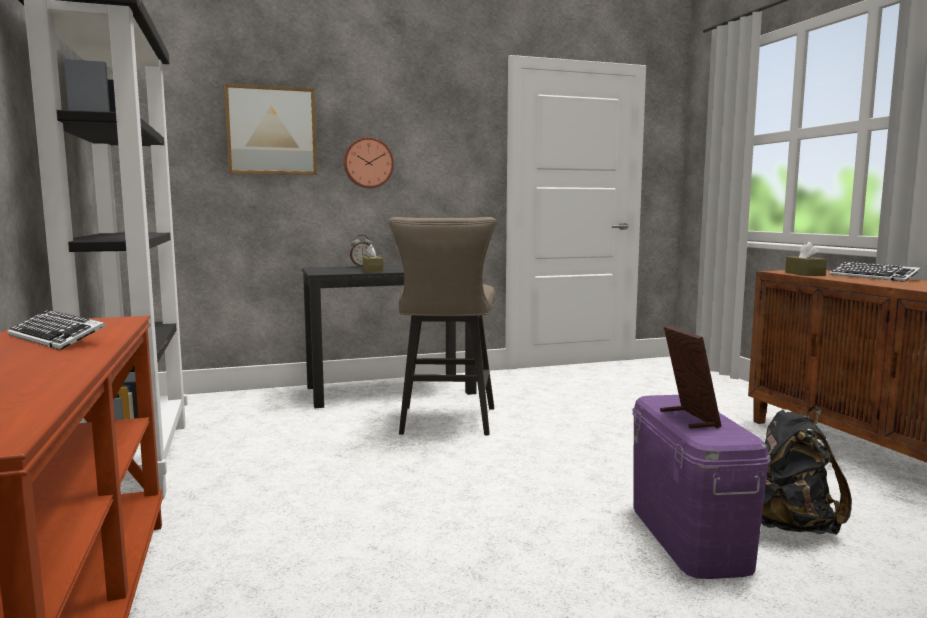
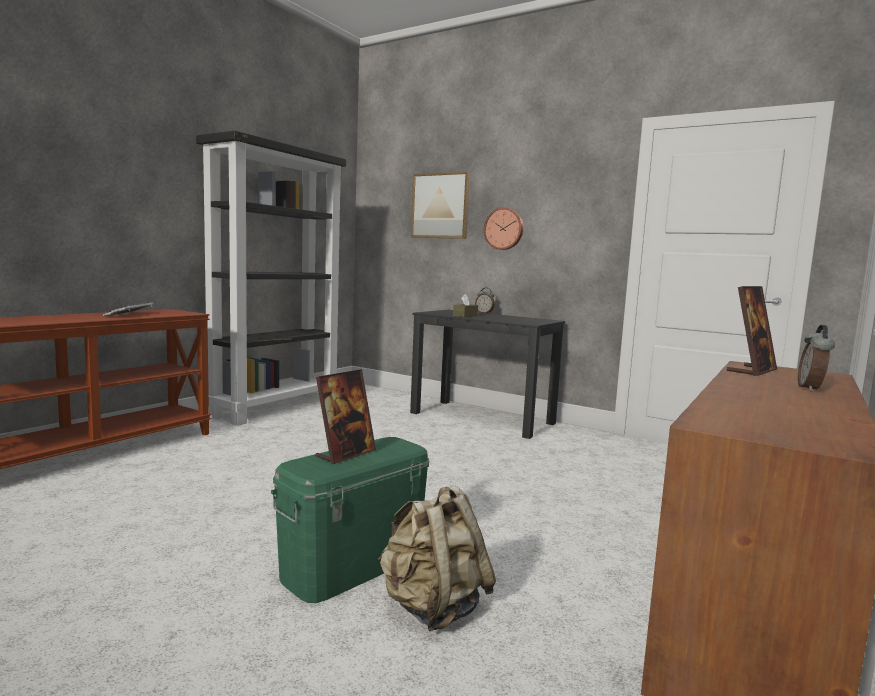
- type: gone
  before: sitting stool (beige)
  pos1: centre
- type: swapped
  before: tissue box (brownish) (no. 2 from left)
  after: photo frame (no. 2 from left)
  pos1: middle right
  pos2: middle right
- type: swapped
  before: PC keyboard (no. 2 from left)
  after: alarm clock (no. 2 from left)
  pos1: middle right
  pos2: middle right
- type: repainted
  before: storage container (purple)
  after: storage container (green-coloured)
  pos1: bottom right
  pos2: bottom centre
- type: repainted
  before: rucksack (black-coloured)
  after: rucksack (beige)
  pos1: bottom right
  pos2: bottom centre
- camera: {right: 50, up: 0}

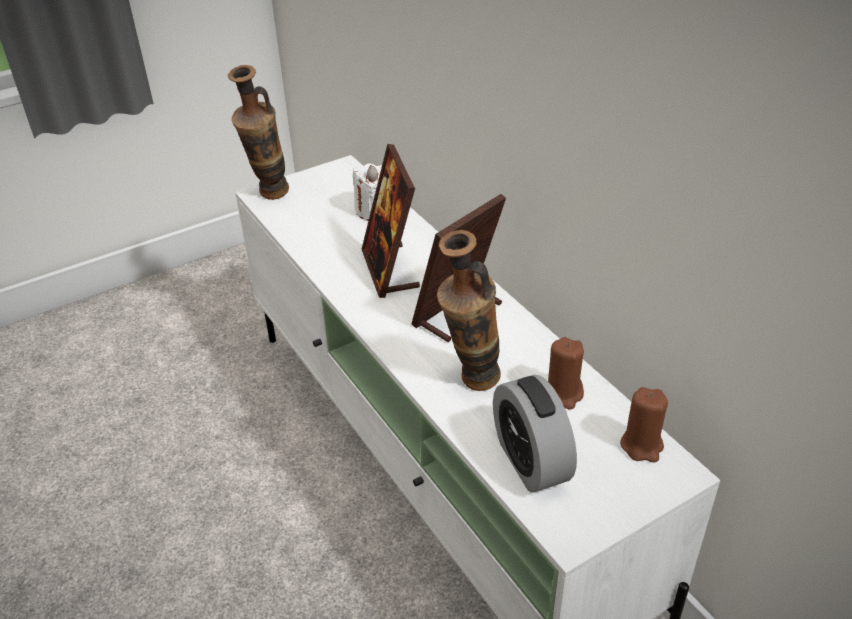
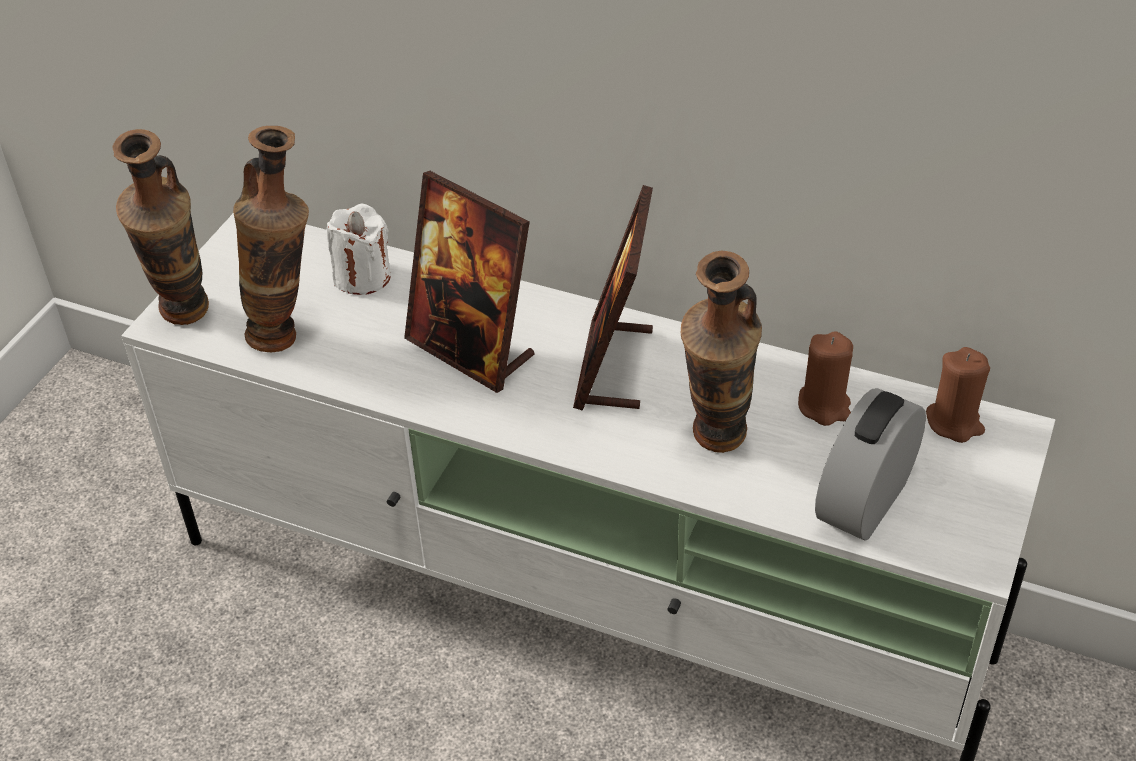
- type: rotated
  before: alarm clock
  pos1: bottom centre
  pos2: middle right
  turn: 90
- type: new
  after: flower vase (no. 2 from left)
  pos2: top left
- camera: {right: -35, up: 5}

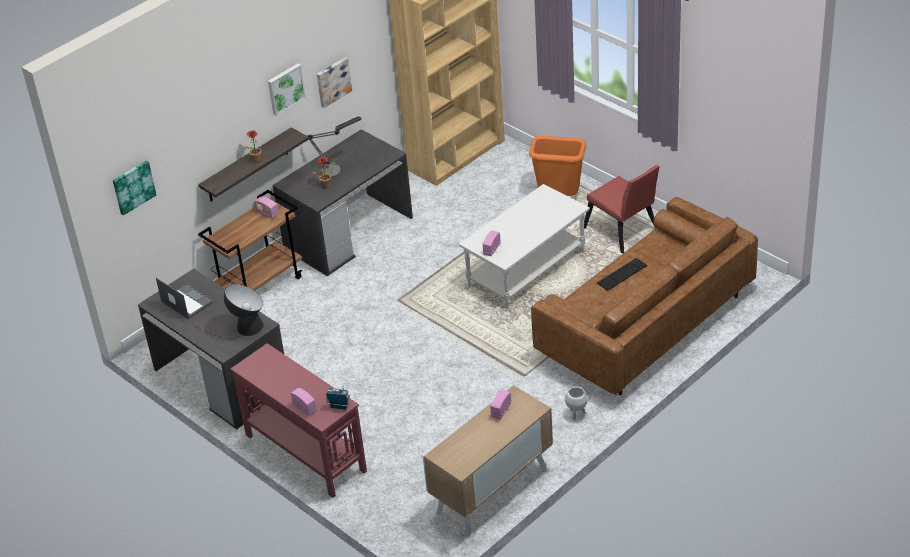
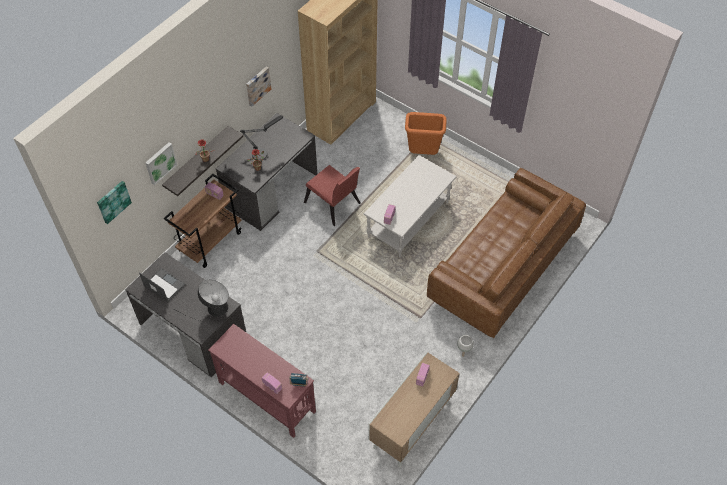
- type: shifted
  before: picture (no. 2 from left)
  pos1: top left
  pos2: middle left
- type: shifted
  before: plain chair (red-coloured)
  pos1: middle right
  pos2: centre
- type: gone
  before: PC keyboard
  pos1: middle right
- camera: {right: -10, up: 15}

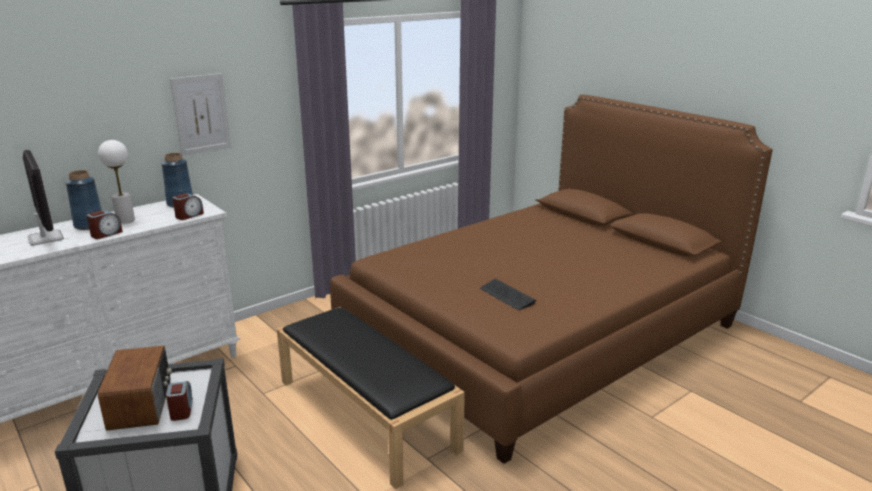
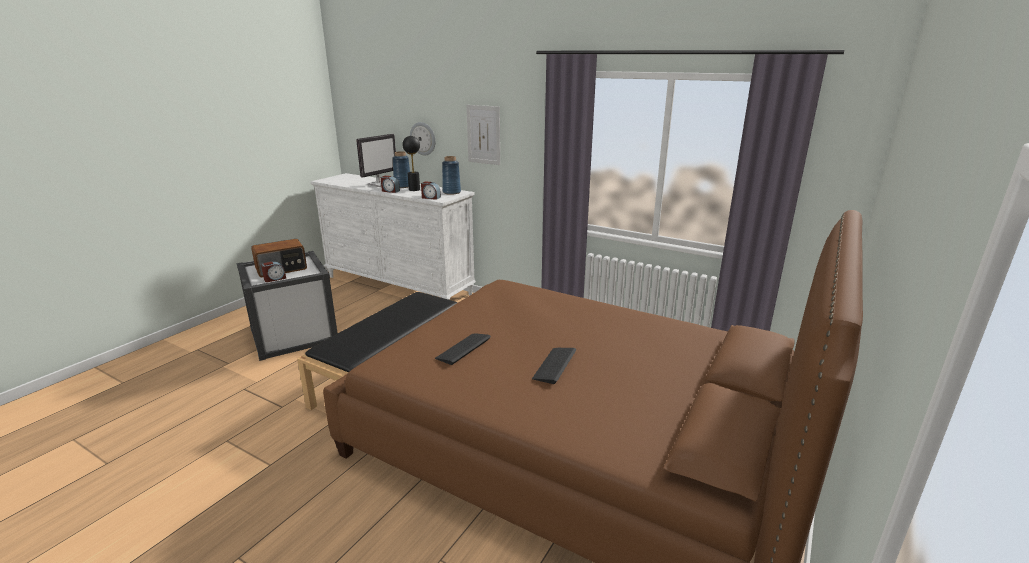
- type: repainted
  before: lamp for a table (whitish)
  after: lamp for a table (black-coloured)
  pos1: middle left
  pos2: top centre
- type: new
  after: clock on the wall
  pos2: top centre
- type: new
  after: PC keyboard (no. 2 from left)
  pos2: centre
- camera: {right: 70, up: 0}

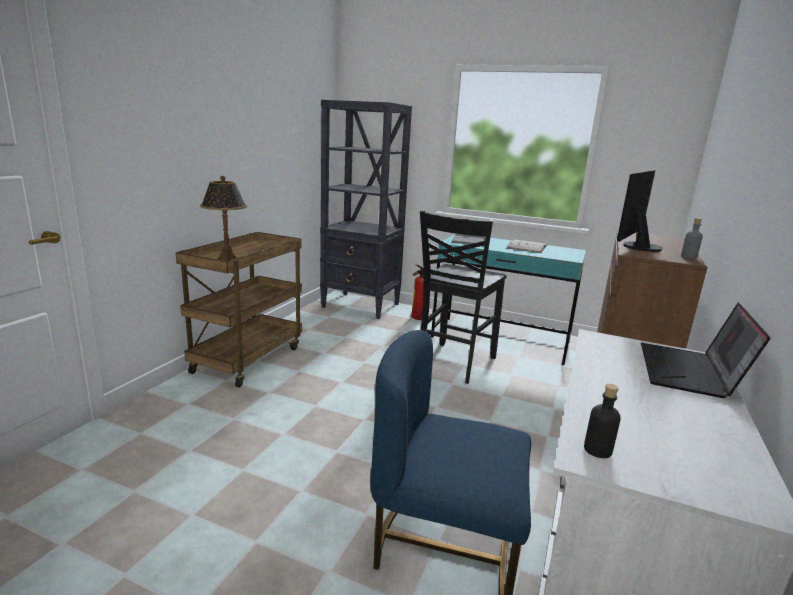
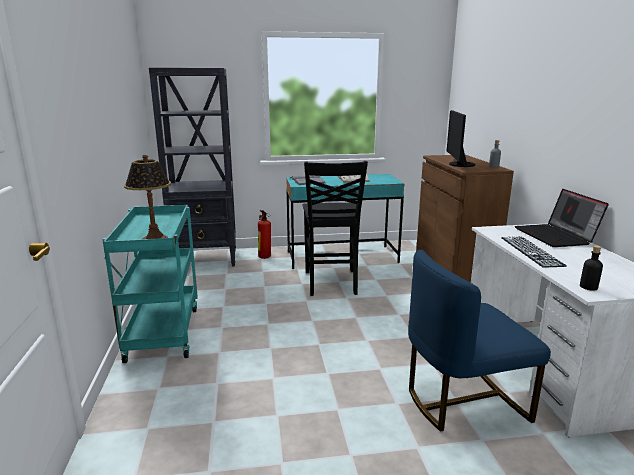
- type: repainted
  before: trolley (brownish)
  after: trolley (blue-green)
  pos1: middle left
  pos2: middle left
- type: new
  after: PC keyboard
  pos2: middle right
- camera: {right: -30, up: 0}

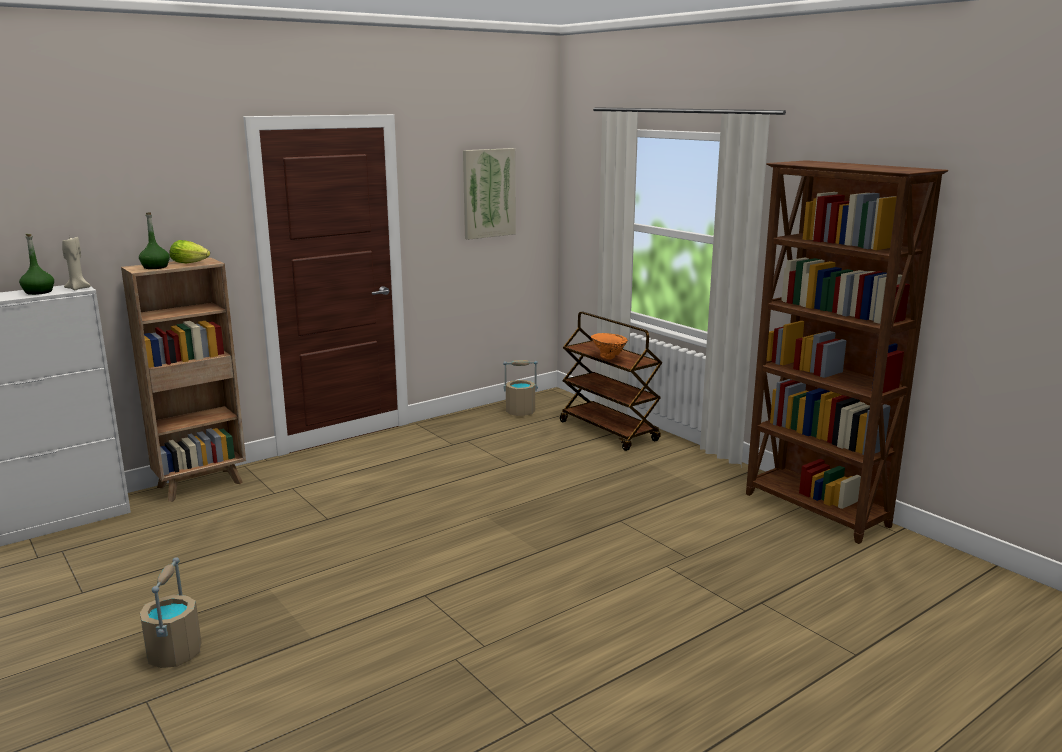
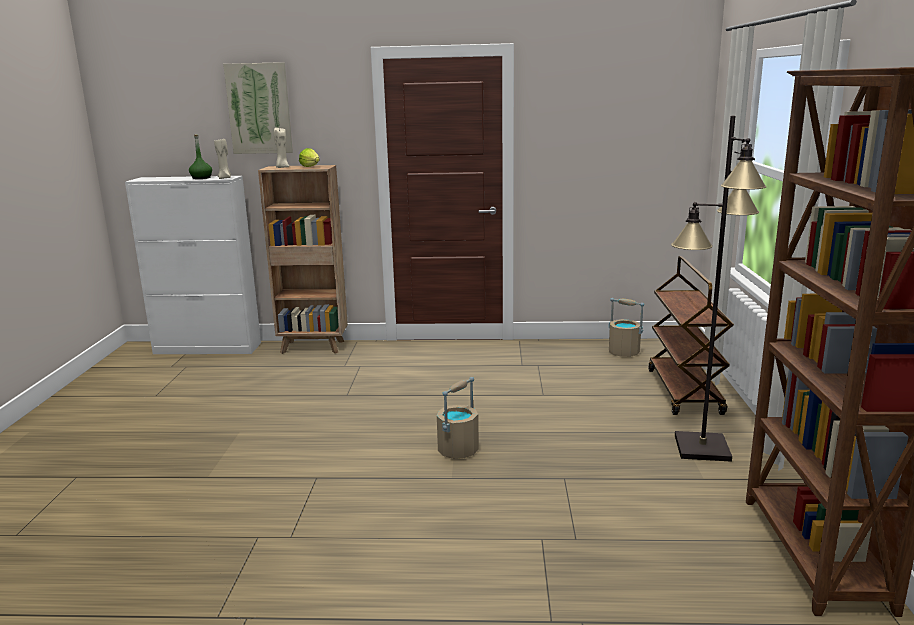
- type: shifted
  before: picture
  pos1: top centre
  pos2: top left
- type: swapped
  before: drink bottle (green-coloured) (no. 2 from left)
  after: wax light (beige) (no. 2 from left)
  pos1: top left
  pos2: top left
- type: gone
  before: flower vase (orange)
  pos1: centre
- type: shifted
  before: water bucket (beige) (no. 1 from left)
  pos1: bottom left
  pos2: bottom centre
- type: new
  after: standard lamp (black-coloured)
  pos2: middle right
- camera: {right: 40, up: 0}

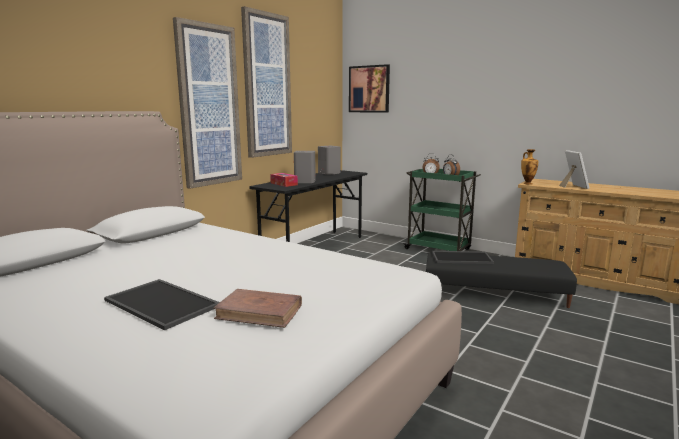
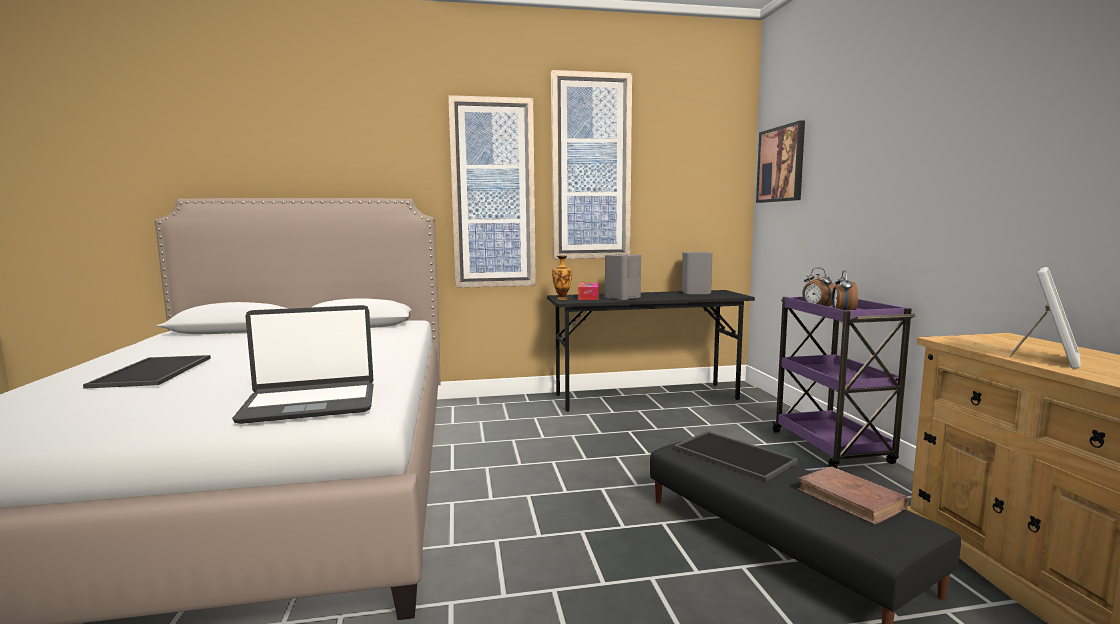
- type: shifted
  before: flower vase
  pos1: middle right
  pos2: centre
- type: repainted
  before: trolley (green-coloured)
  after: trolley (purple)
  pos1: centre
  pos2: middle right
- type: shifted
  before: book (brownish)
  pos1: bottom centre
  pos2: bottom right
- type: new
  after: portable computer
  pos2: middle left
- camera: {right: 45, up: -5}

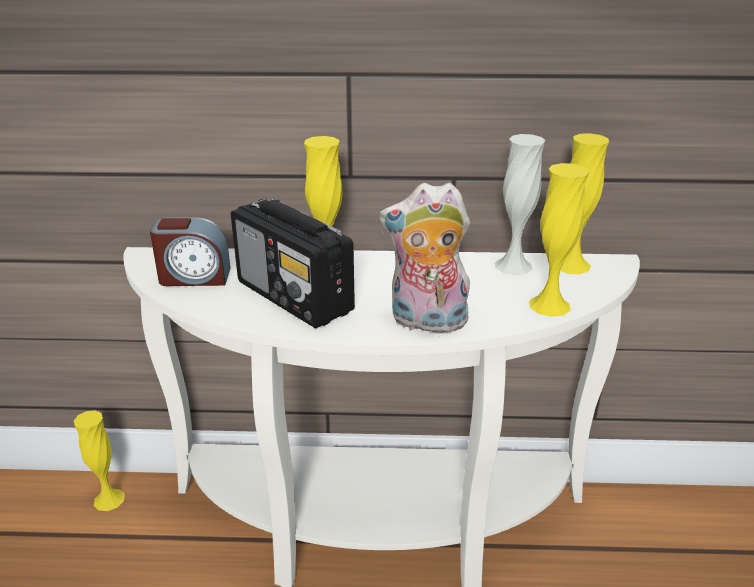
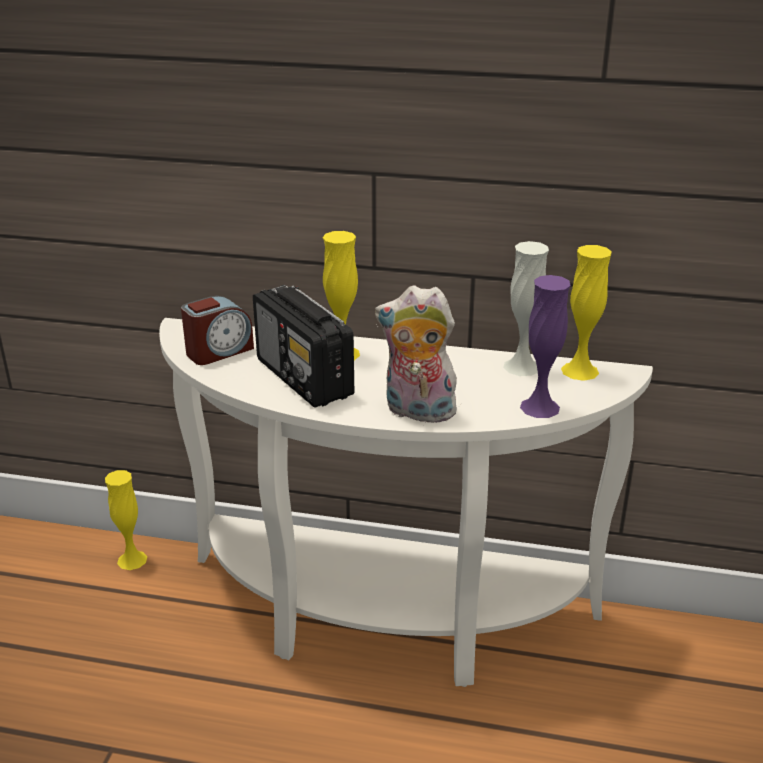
- type: repainted
  before: flower vase (yellowish) (no. 3 from left)
  after: flower vase (purple)
  pos1: middle right
  pos2: middle right
- type: rotated
  before: alarm clock
  pos1: middle left
  pos2: middle left
  turn: -45
- camera: {right: 10, up: 0}

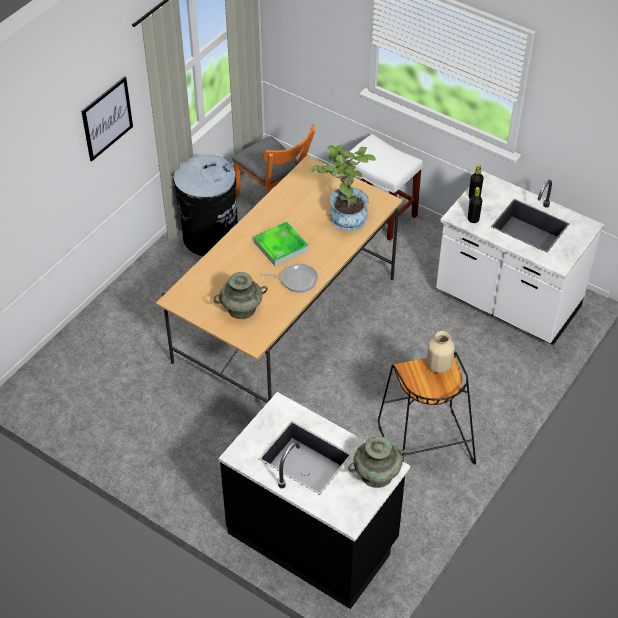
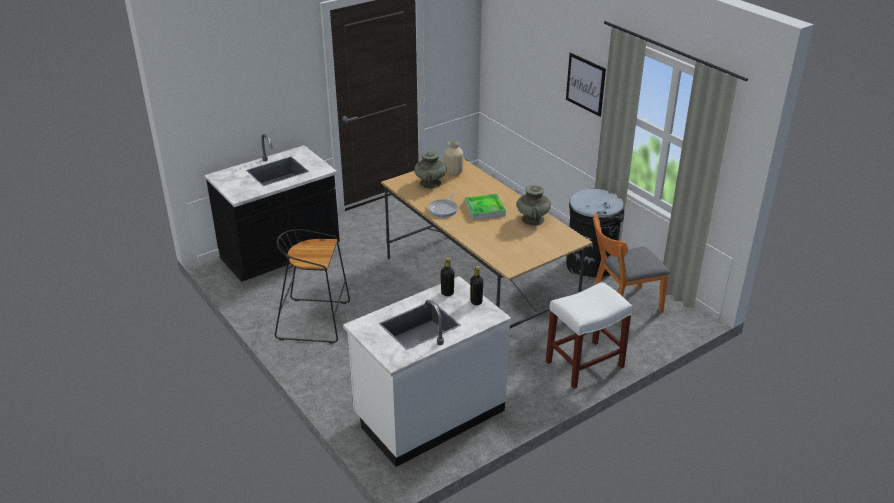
- type: gone
  before: potted plant
  pos1: top centre
- type: shifted
  before: flower vase (beige)
  pos1: middle right
  pos2: top centre
- type: shifted
  before: flower vase (blue-green) (no. 2 from left)
  pos1: bottom centre
  pos2: centre
- camera: {right: 110, up: -15}

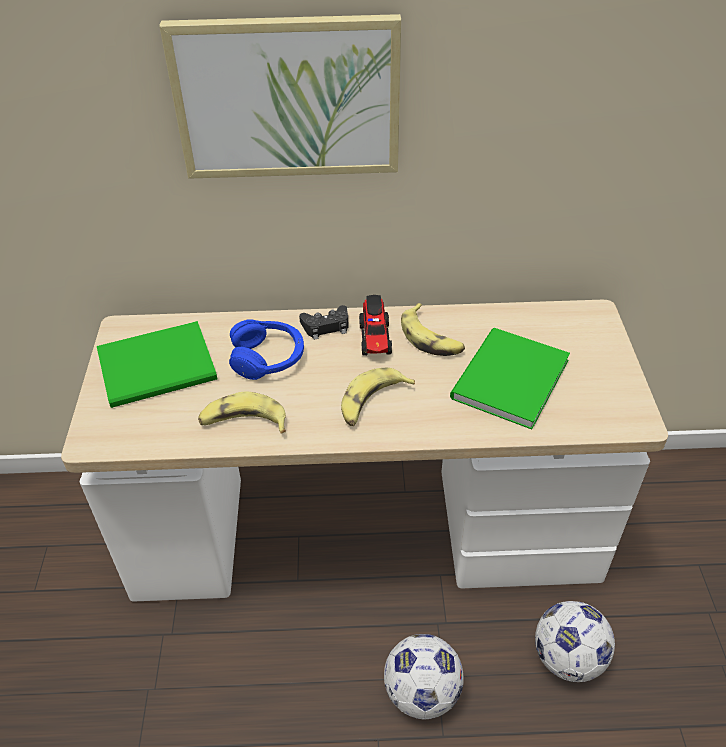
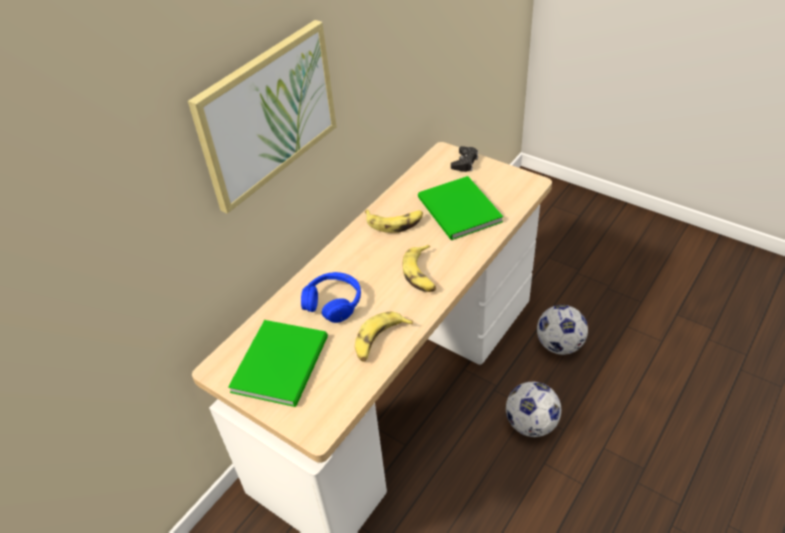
- type: gone
  before: model truck
  pos1: centre
- type: shifted
  before: gamepad (black-coloured)
  pos1: centre
  pos2: top centre
- camera: {right: -50, up: 0}

